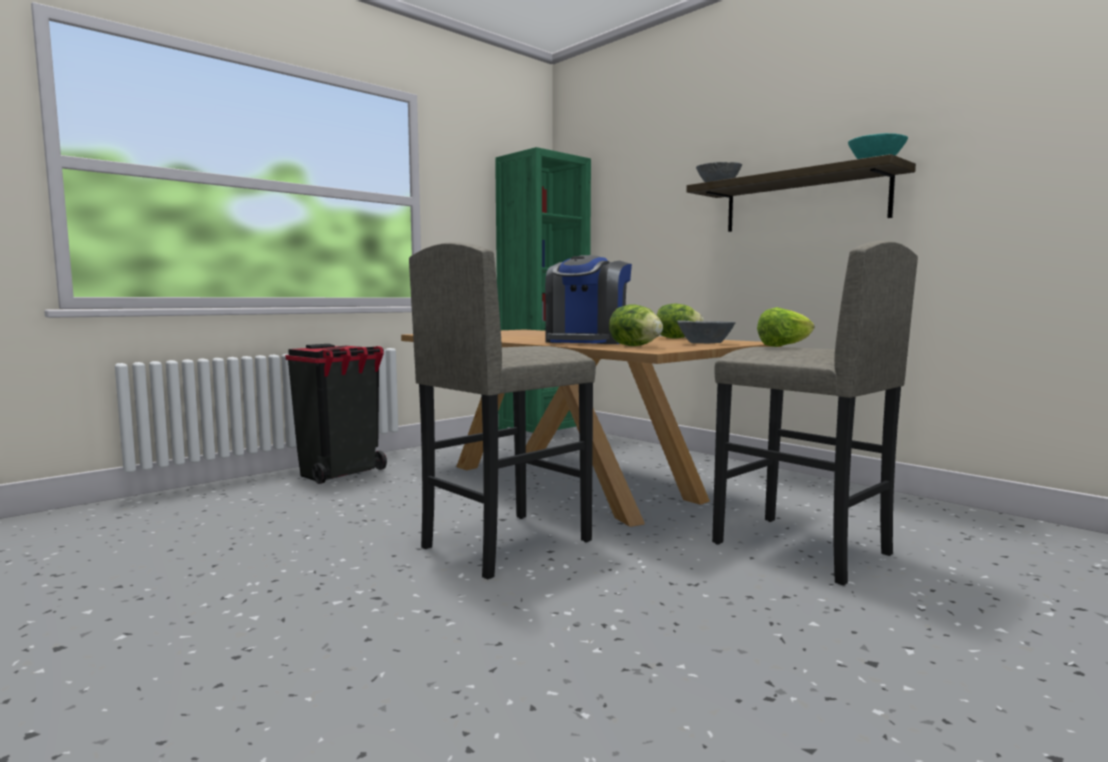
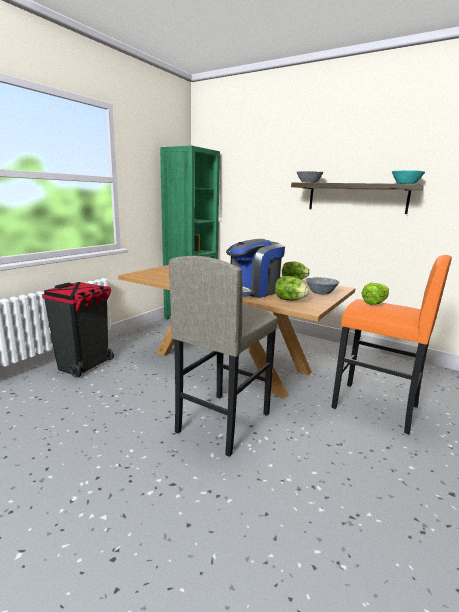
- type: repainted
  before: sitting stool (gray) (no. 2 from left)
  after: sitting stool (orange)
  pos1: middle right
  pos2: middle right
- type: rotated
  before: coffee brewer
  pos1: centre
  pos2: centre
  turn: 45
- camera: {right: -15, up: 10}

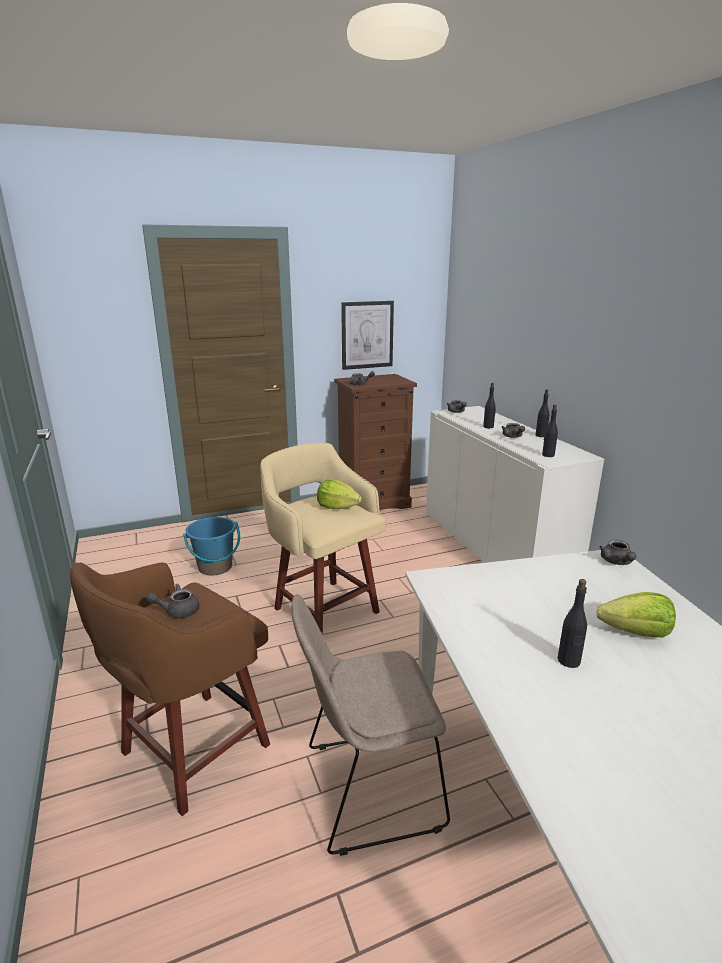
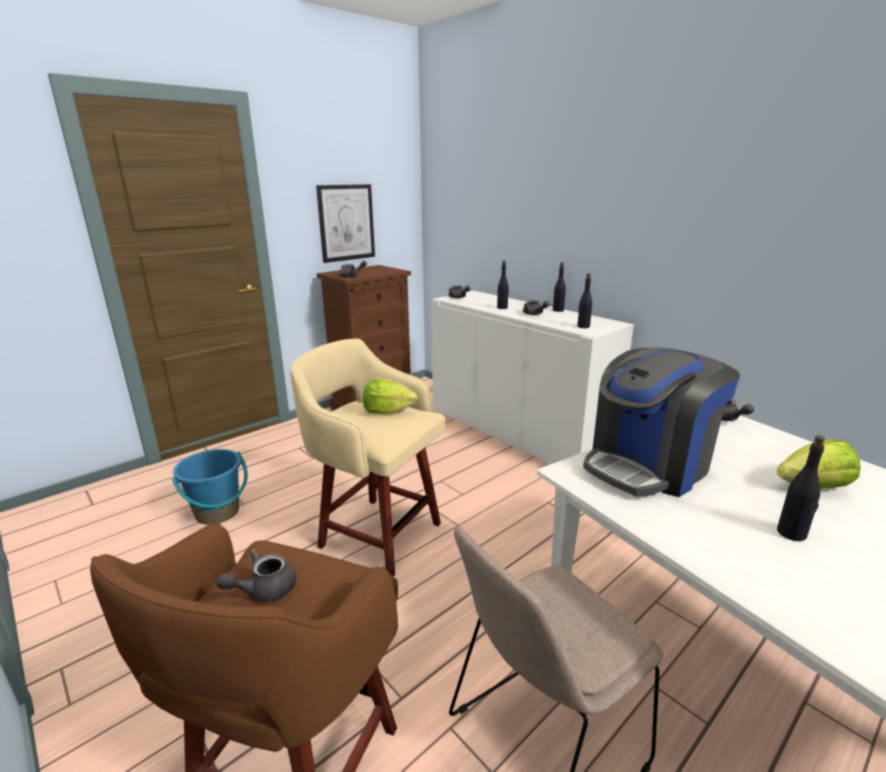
- type: new
  after: coffee brewer
  pos2: middle right
- camera: {right: -20, up: 0}

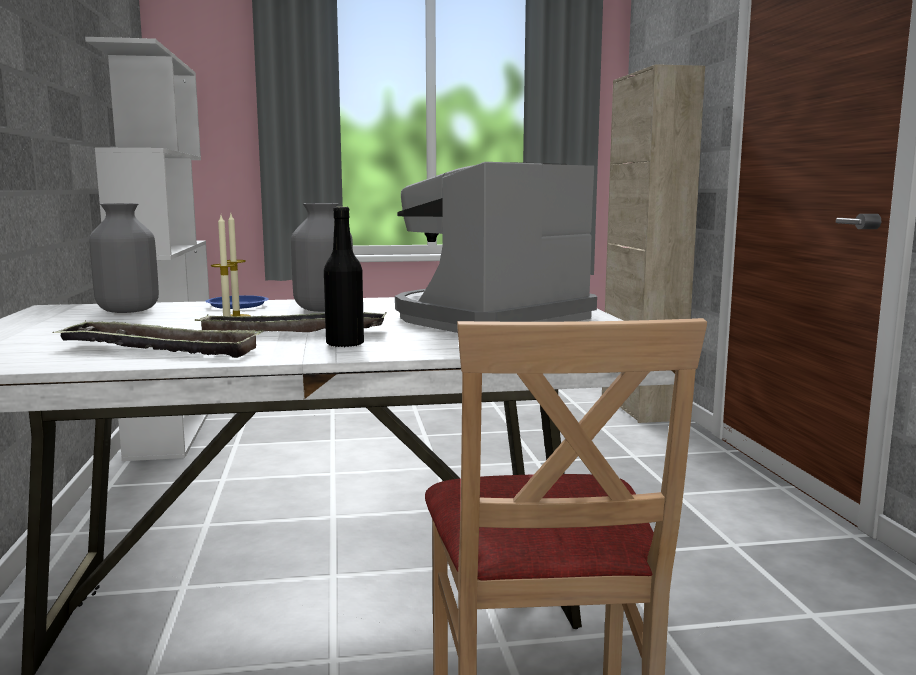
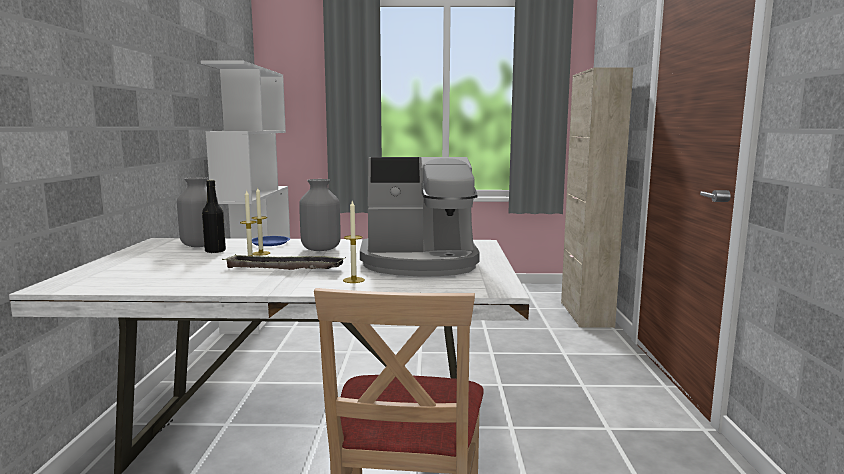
- type: rotated
  before: coffee brewer
  pos1: centre
  pos2: centre
  turn: -150
- type: shifted
  before: drink bottle (black-coloured)
  pos1: centre
  pos2: middle left
- type: gone
  before: carrying tray (no. 1 from left)
  pos1: middle left
- type: new
  after: wax light (no. 3 from left)
  pos2: centre
- camera: {right: 10, up: 0}

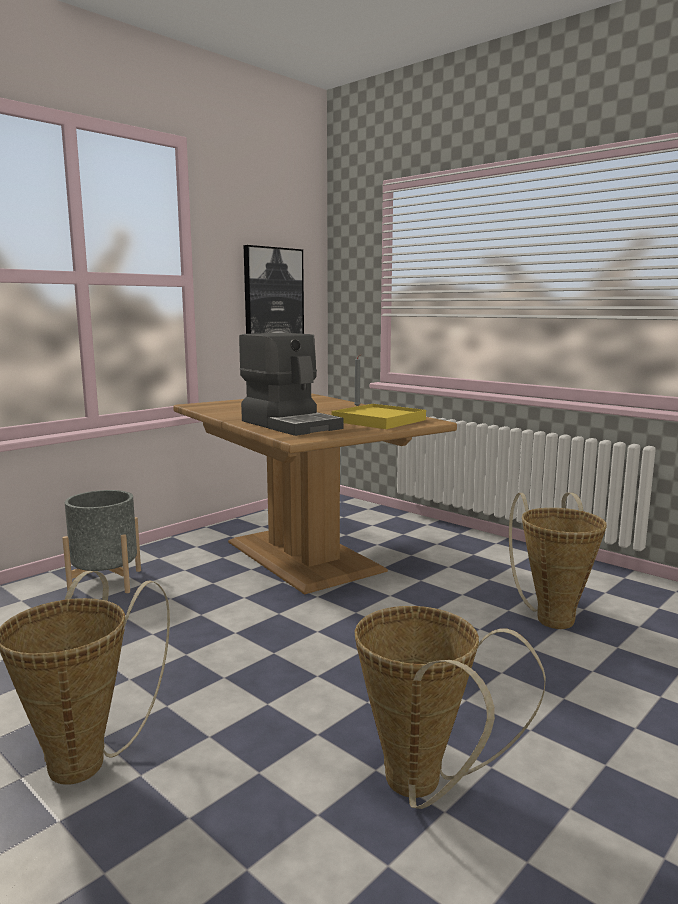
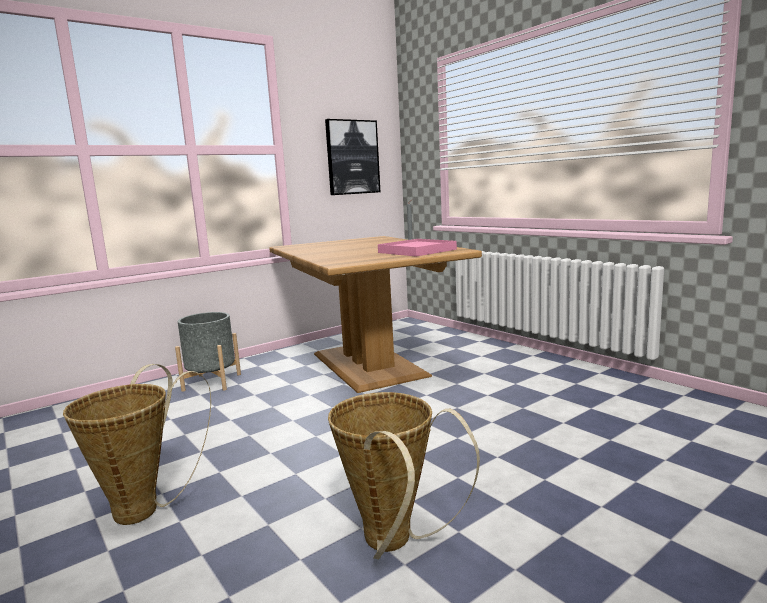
- type: gone
  before: coffee brewer
  pos1: centre
- type: repainted
  before: carrying tray (yellowish)
  after: carrying tray (pink-coloured)
  pos1: centre
  pos2: centre
- type: gone
  before: basket (no. 3 from left)
  pos1: middle right
- camera: {right: 10, up: 0}

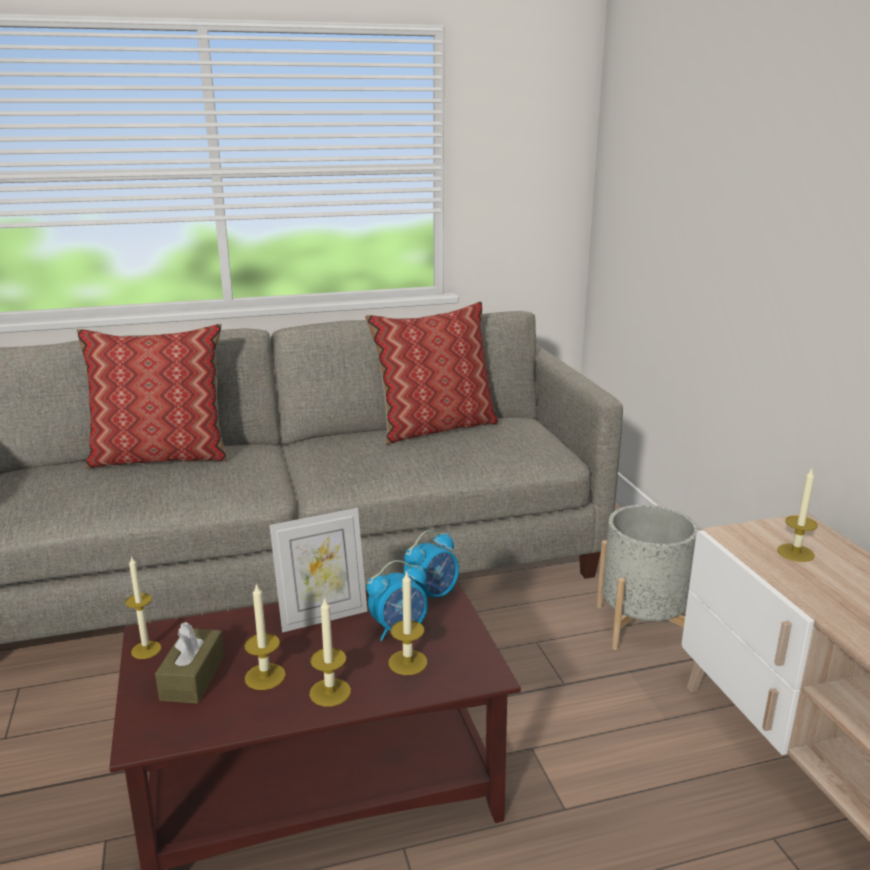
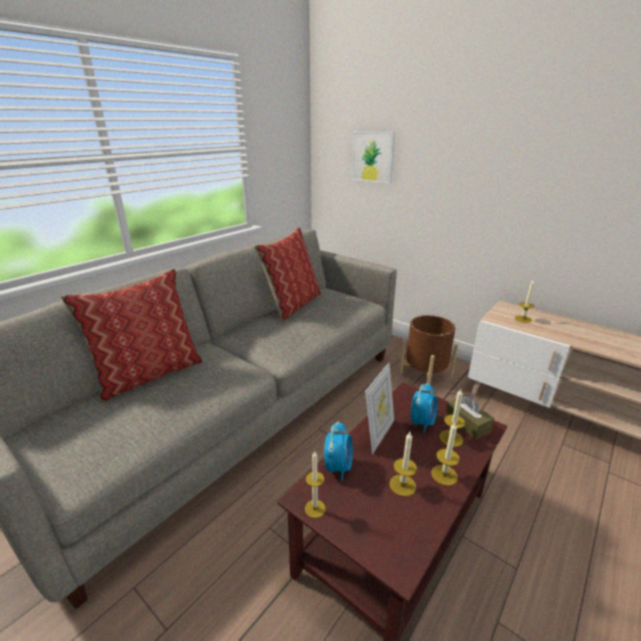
- type: repainted
  before: plant pot (gray)
  after: plant pot (brownish)
  pos1: middle right
  pos2: middle right
- type: shifted
  before: alarm clock (no. 2 from left in the first image)
  after: alarm clock (no. 1 from left)
  pos1: centre
  pos2: bottom centre
- type: shifted
  before: tissue box (brownish)
  pos1: bottom left
  pos2: middle right
- type: new
  after: picture
  pos2: top centre
- camera: {right: -35, up: 5}

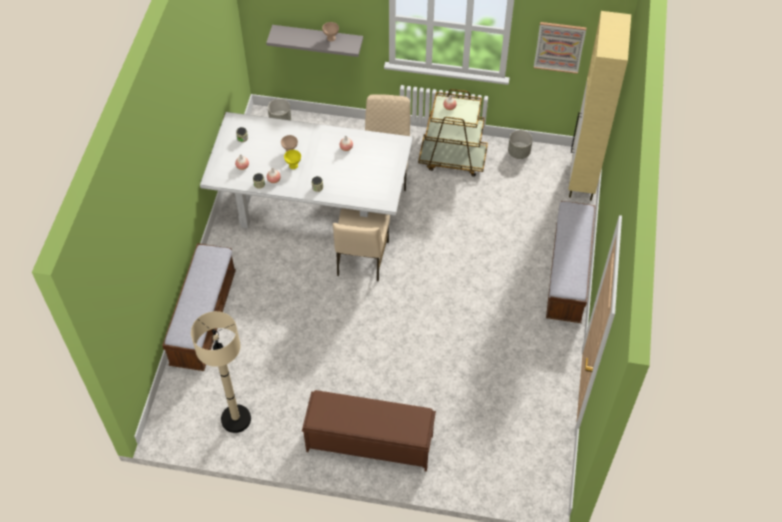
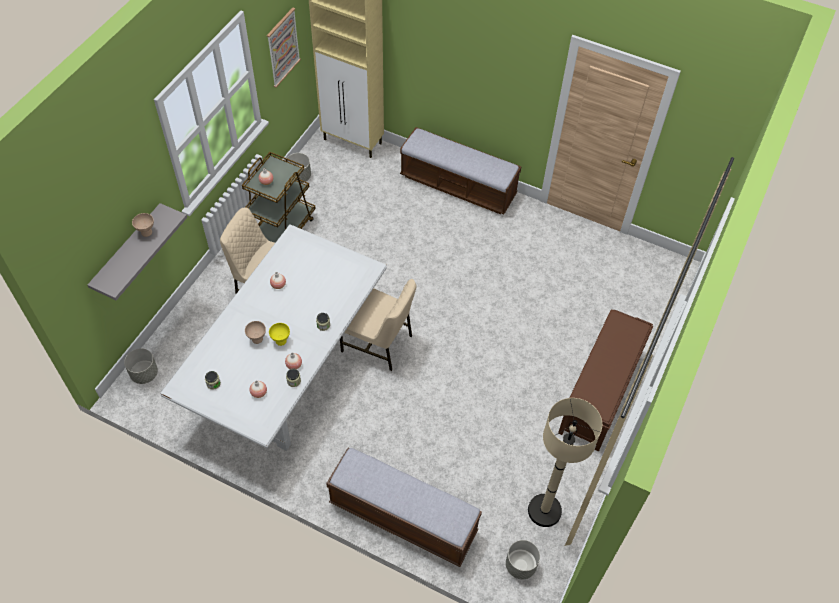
- type: new
  after: plant pot (gray) (no. 3 from left)
  pos2: bottom centre
- camera: {right: -75, up: 0}

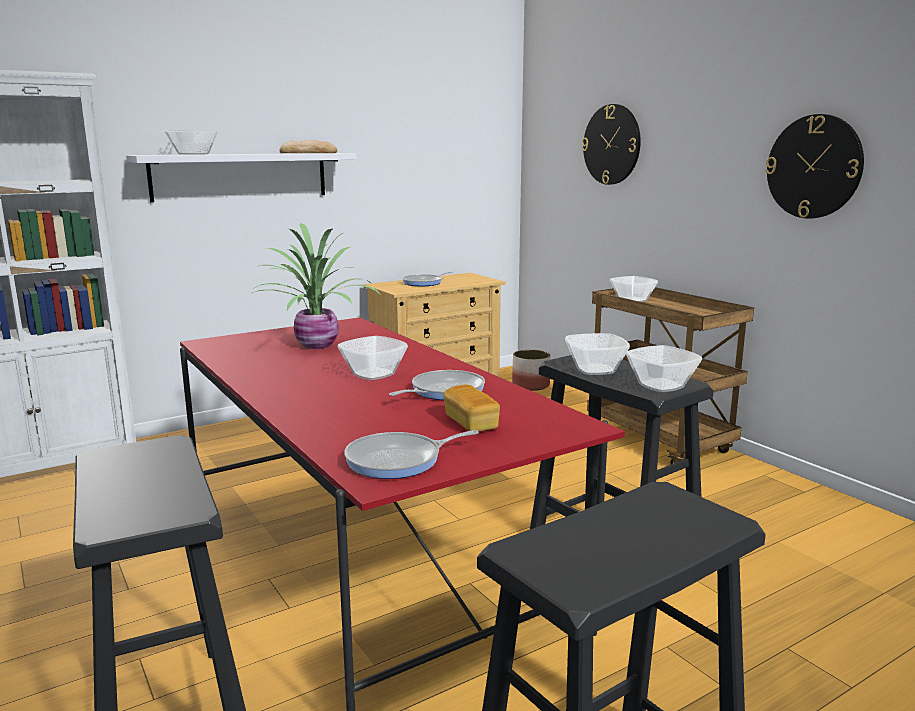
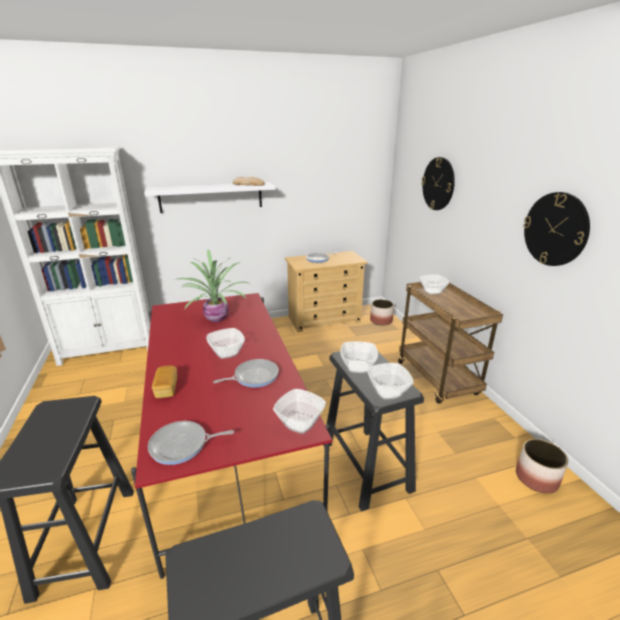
- type: shifted
  before: bowl (no. 1 from left in the first image)
  after: bowl (no. 2 from left)
  pos1: top left
  pos2: centre
- type: shifted
  before: bakery bread (no. 2 from left in the first image)
  after: bakery bread (no. 1 from left)
  pos1: centre
  pos2: middle left
- type: new
  after: plant pot (no. 2 from left)
  pos2: bottom right
- camera: {right: 15, up: 10}

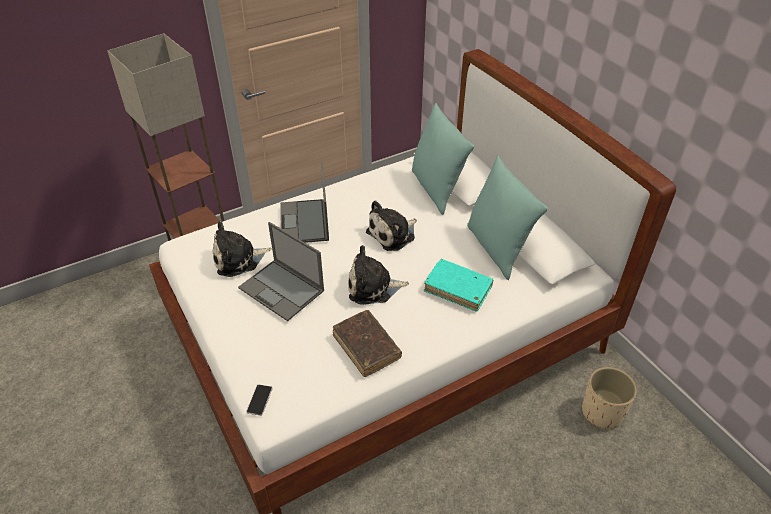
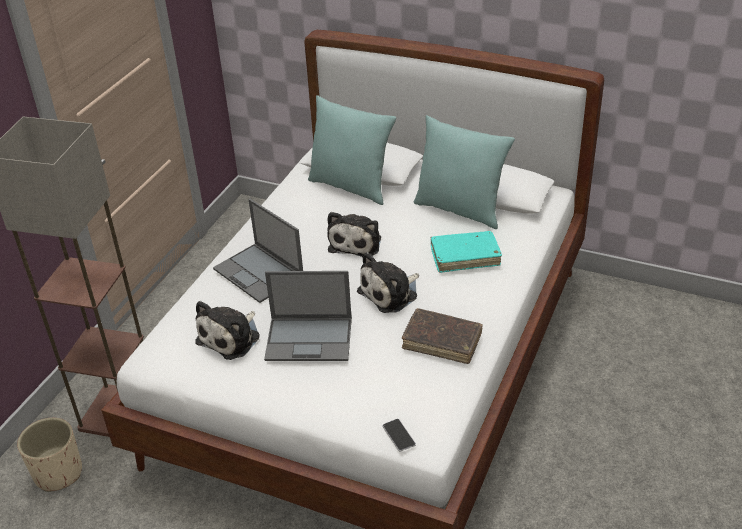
- type: shifted
  before: plant pot (beige)
  pos1: bottom right
  pos2: bottom left
- camera: {right: -35, up: -5}

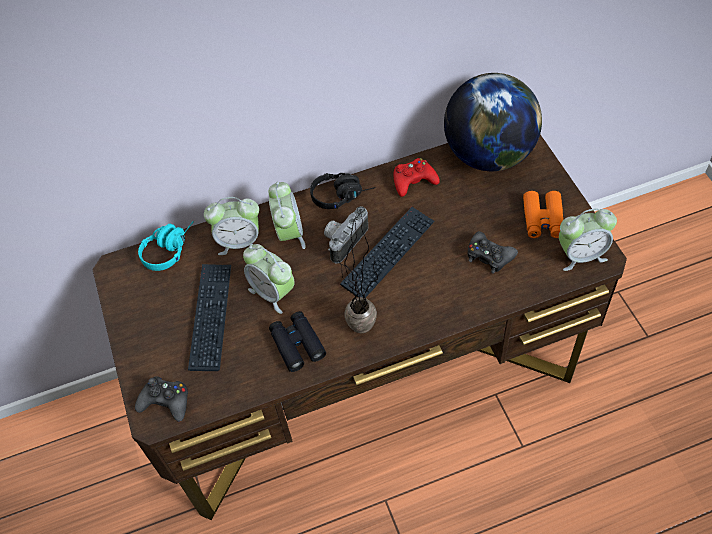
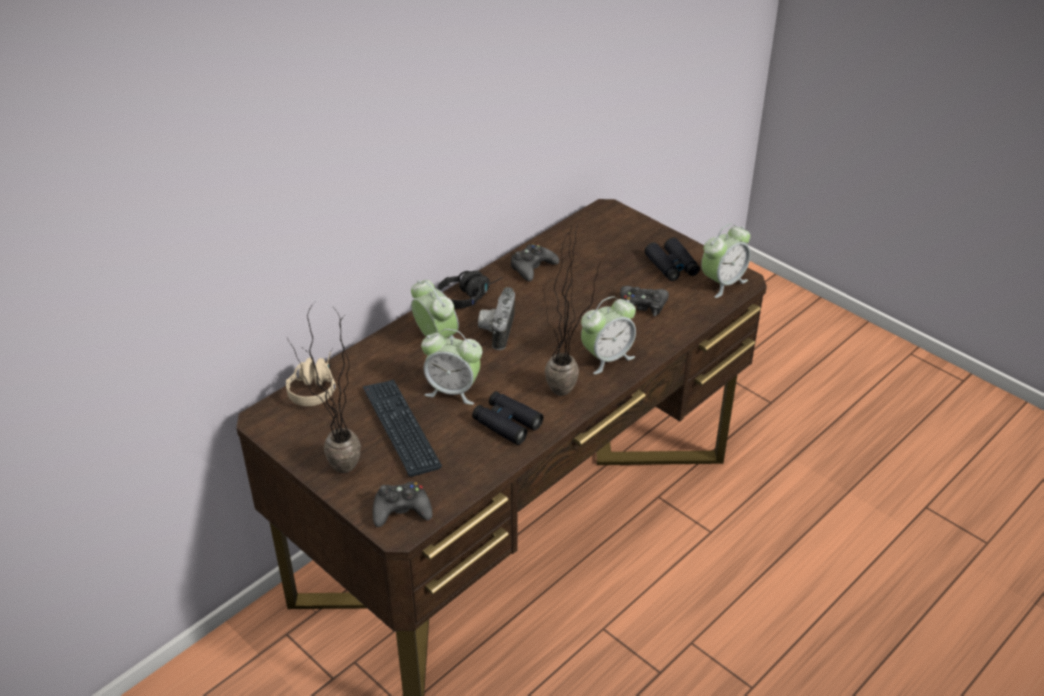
- type: gone
  before: world globe
  pos1: top right
- type: repainted
  before: gamepad (red-coloured)
  after: gamepad (black-coloured) (no. 2 from left)
  pos1: top centre
  pos2: centre
- type: repainted
  before: pair of binoculars (orange)
  after: pair of binoculars (black-coloured) (no. 2 from left)
  pos1: middle right
  pos2: centre
- type: shifted
  before: alarm clock (no. 1 from left in the first image)
  after: alarm clock (no. 3 from left)
  pos1: middle left
  pos2: centre
- type: gone
  before: PC keyboard (no. 2 from left)
  pos1: centre
- type: repainted
  before: pair of headphones (blue-green)
  after: pair of headphones (beige)
  pos1: middle left
  pos2: middle left
- type: new
  after: potted plant (no. 1 from left)
  pos2: middle left
- camera: {right: -30, up: -15}

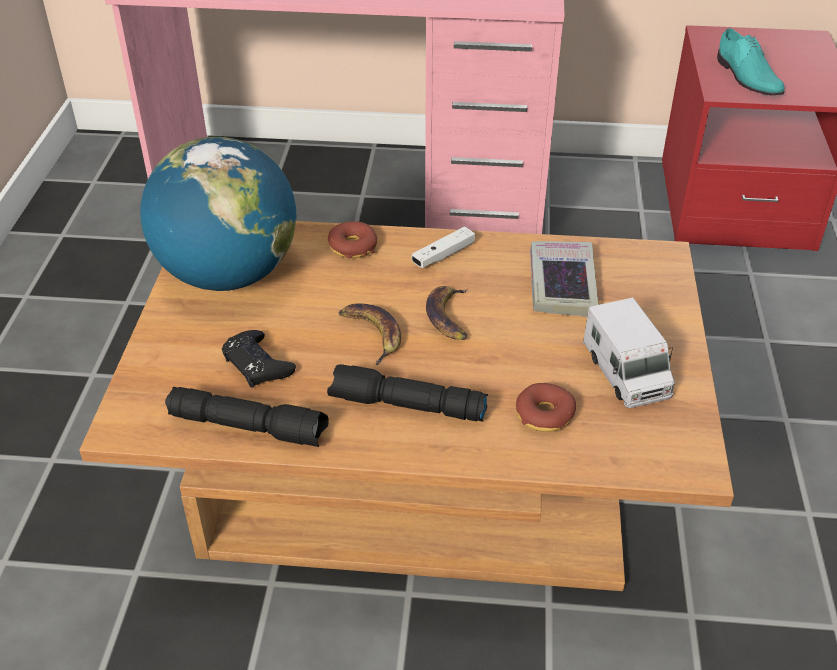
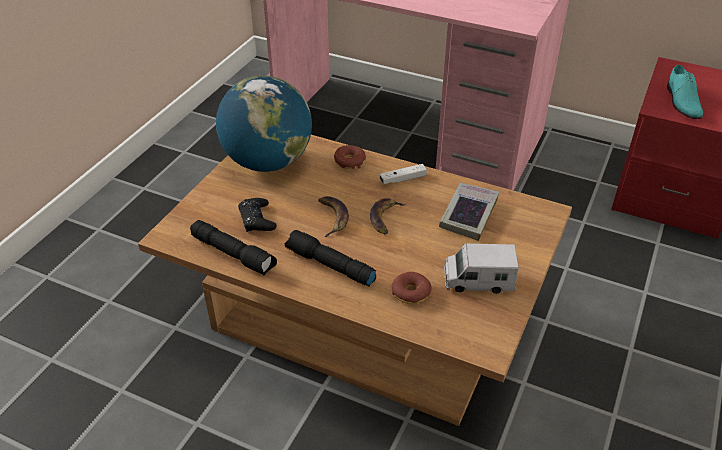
- type: rotated
  before: model truck
  pos1: middle right
  pos2: centre
  turn: 90
- camera: {right: 20, up: 0}

